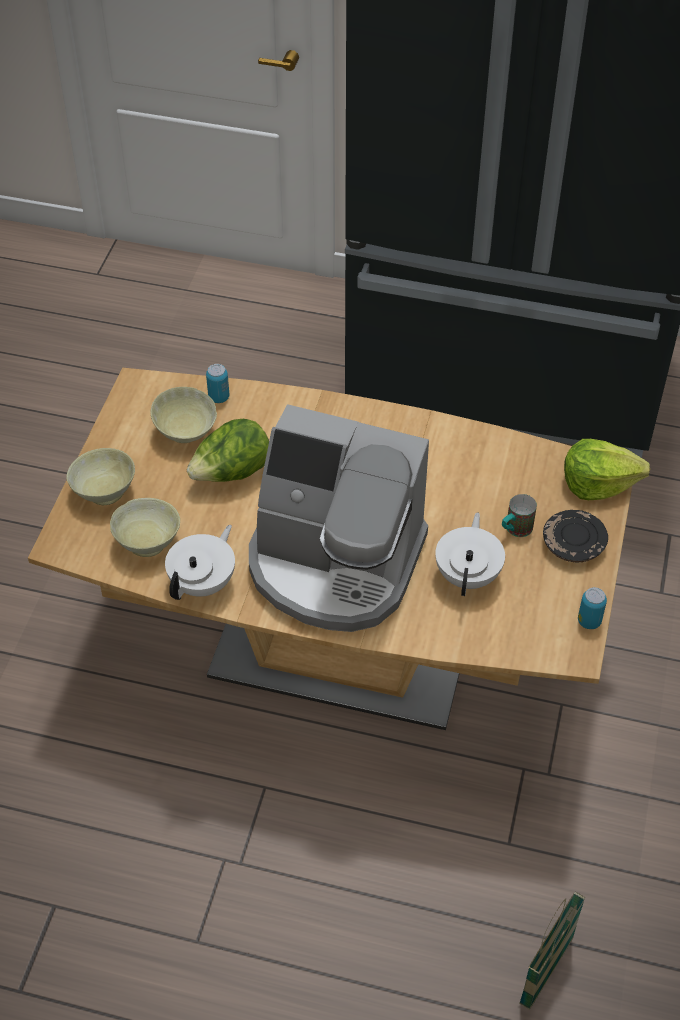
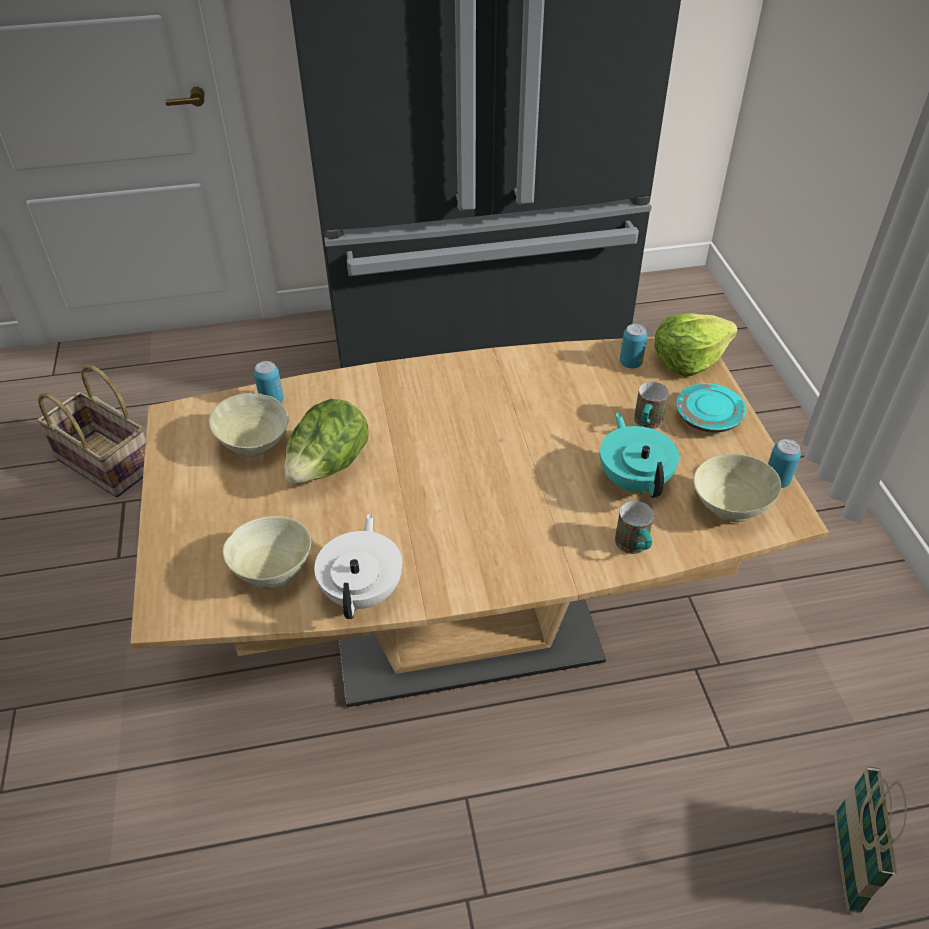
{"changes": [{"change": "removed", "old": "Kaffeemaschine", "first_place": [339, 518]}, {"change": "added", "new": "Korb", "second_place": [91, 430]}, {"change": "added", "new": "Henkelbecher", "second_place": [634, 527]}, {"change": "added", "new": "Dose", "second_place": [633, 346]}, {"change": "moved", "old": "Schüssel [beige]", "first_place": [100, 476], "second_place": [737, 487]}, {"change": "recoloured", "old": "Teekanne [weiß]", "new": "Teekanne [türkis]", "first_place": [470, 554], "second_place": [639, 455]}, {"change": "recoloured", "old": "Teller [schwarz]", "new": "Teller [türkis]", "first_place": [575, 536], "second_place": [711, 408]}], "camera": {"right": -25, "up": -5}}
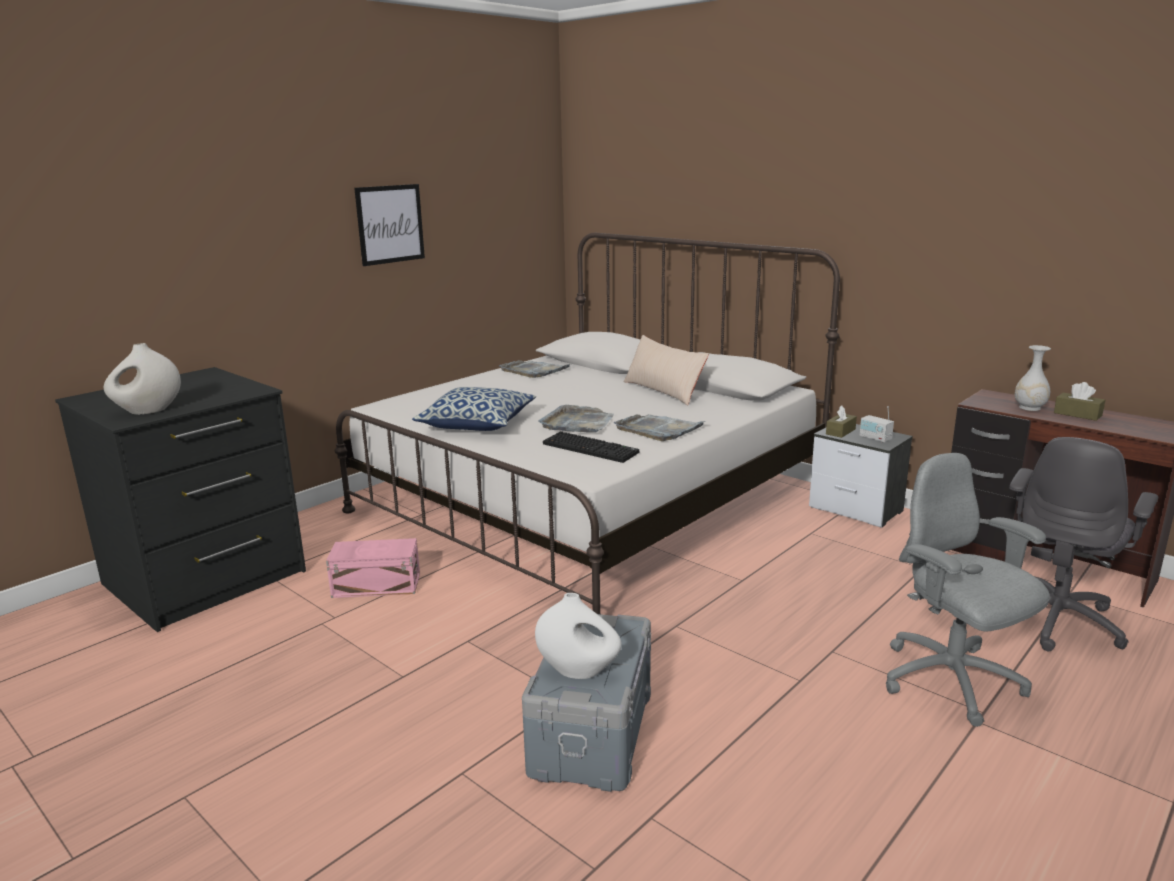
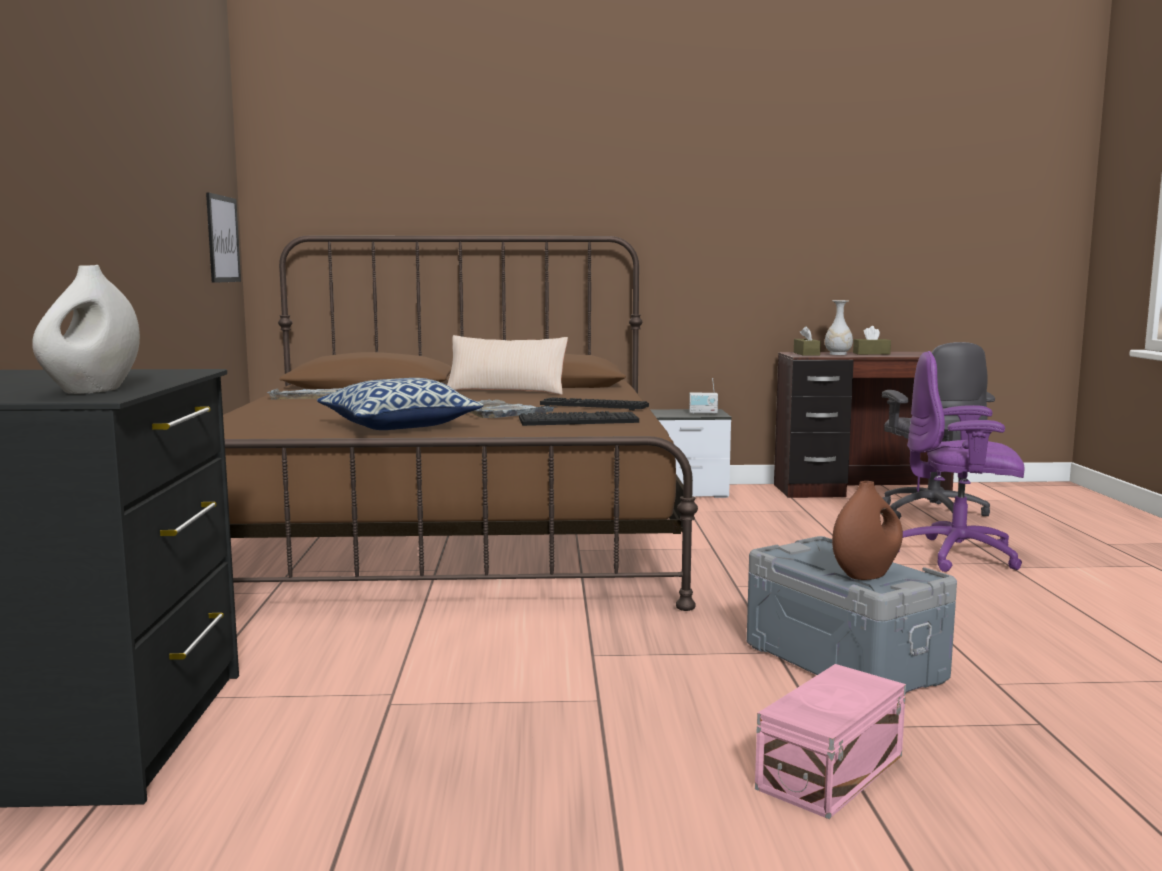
{"changes": [{"change": "moved", "old": "Aufbewahrungsbox [rosa]", "first_place": [373, 568], "second_place": [830, 741]}, {"change": "moved", "old": "Bild", "first_place": [389, 225], "second_place": [223, 237]}, {"change": "moved", "old": "Taschentuchbox [braun]", "first_place": [841, 421], "second_place": [807, 341]}, {"change": "replaced", "old": "Tablett [grau]", "new": "Tastatur", "first_place": [660, 427], "second_place": [594, 403]}, {"change": "recoloured", "old": "Bett [weiß]", "new": "Bett [braun]", "first_place": [587, 423], "second_place": [460, 423]}, {"change": "recoloured", "old": "Vase [weiß]", "new": "Vase [braun]", "first_place": [578, 636], "second_place": [867, 530]}, {"change": "recoloured", "old": "Bürostuhl [grau]", "new": "Bürostuhl [lila]", "first_place": [968, 590], "second_place": [961, 461]}], "camera": {"right": -45, "up": -10}}
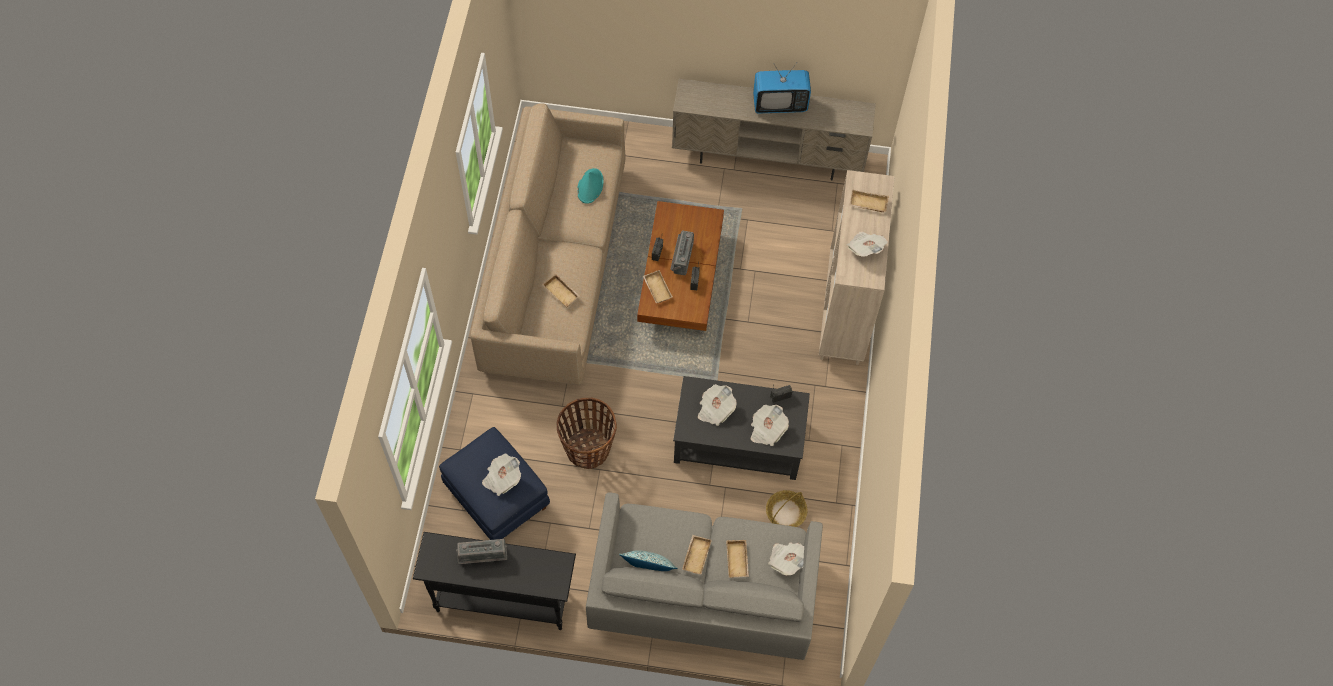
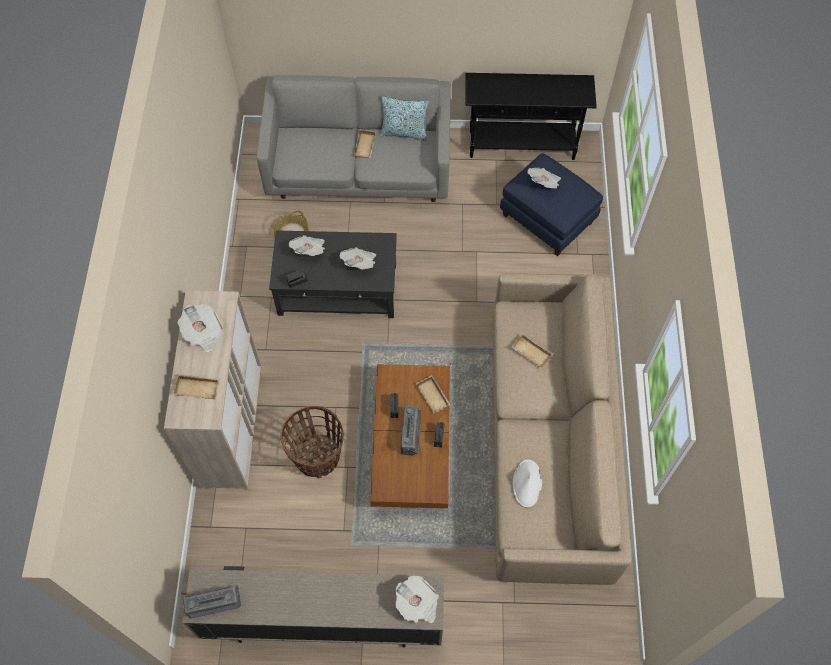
{"changes": [{"change": "removed", "old": "Tablett [beige]", "first_place": [737, 559]}, {"change": "removed", "old": "Fernseher", "first_place": [782, 88]}, {"change": "moved", "old": "Radio", "first_place": [481, 551], "second_place": [212, 601]}, {"change": "moved", "old": "Korb", "first_place": [587, 433], "second_place": [312, 442]}, {"change": "moved", "old": "Zeitung", "first_place": [786, 558], "second_place": [417, 599]}, {"change": "recoloured", "old": "Hut [türkis]", "new": "Hut [weiß]", "first_place": [590, 186], "second_place": [527, 484]}], "camera": {"right": 175, "up": 0}}
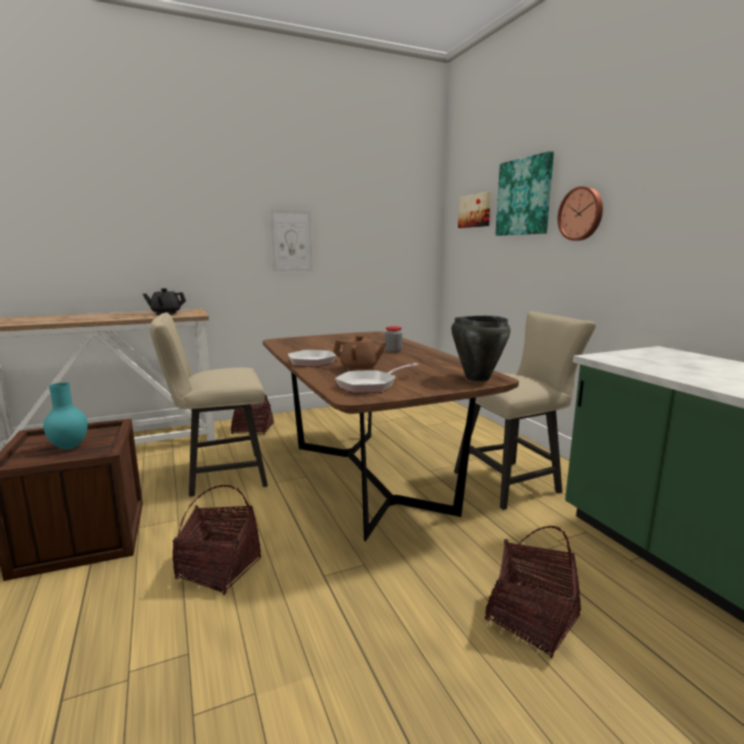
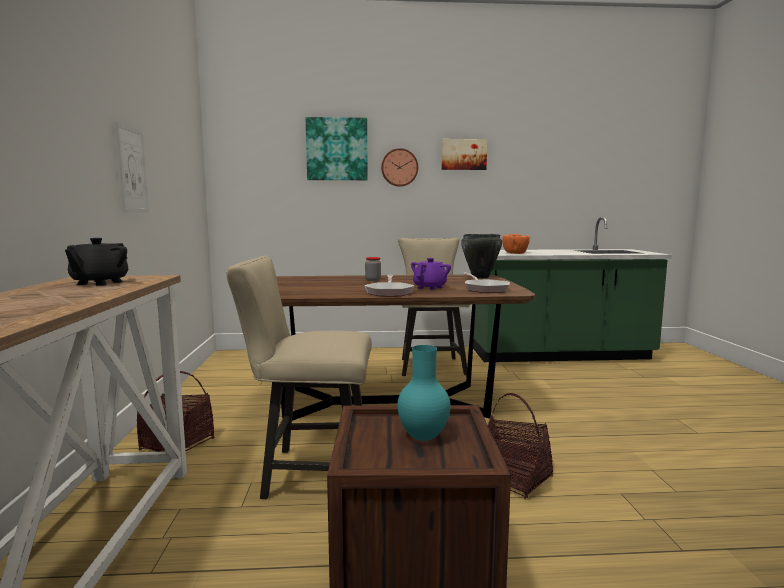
{"changes": [{"change": "removed", "old": "Korb", "first_place": [533, 592]}, {"change": "added", "new": "Schüssel [orange]", "second_place": [516, 244]}, {"change": "moved", "old": "Bild", "first_place": [474, 210], "second_place": [464, 154]}, {"change": "recoloured", "old": "Teekanne [braun]", "new": "Teekanne [lila]", "first_place": [360, 353], "second_place": [431, 274]}, {"change": "turned", "old": "Stuhl [beige]", "first_place": [209, 405], "second_place": [299, 377], "degrees": 90}], "camera": {"right": -70, "up": -5}}
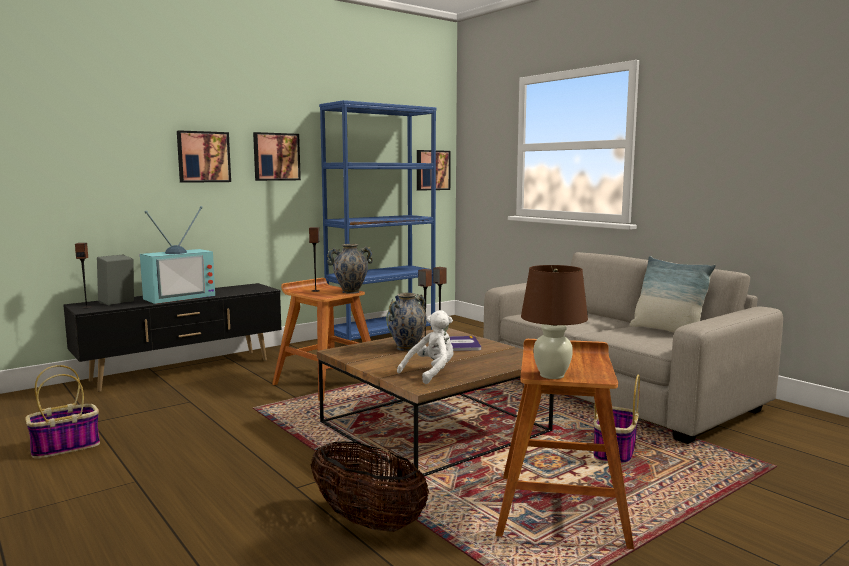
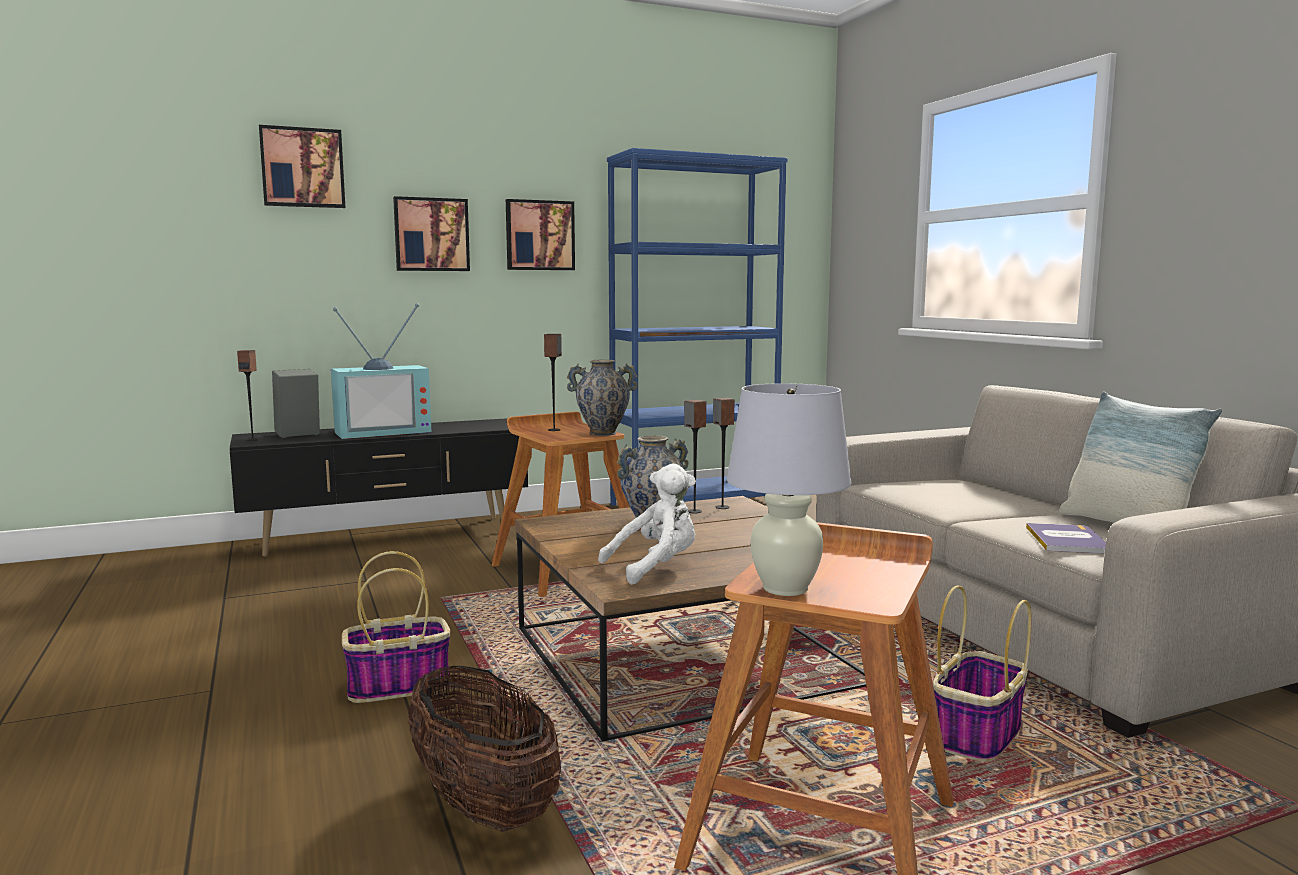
{"changes": [{"change": "moved", "old": "Korb", "first_place": [62, 412], "second_place": [396, 627]}, {"change": "moved", "old": "Bild", "first_place": [434, 170], "second_place": [302, 166]}, {"change": "moved", "old": "Buch", "first_place": [465, 343], "second_place": [1066, 538]}, {"change": "recoloured", "old": "Tischlampe [braun]", "new": "Tischlampe [weiß]", "first_place": [554, 322], "second_place": [789, 489]}], "camera": {"right": 15, "up": 0}}
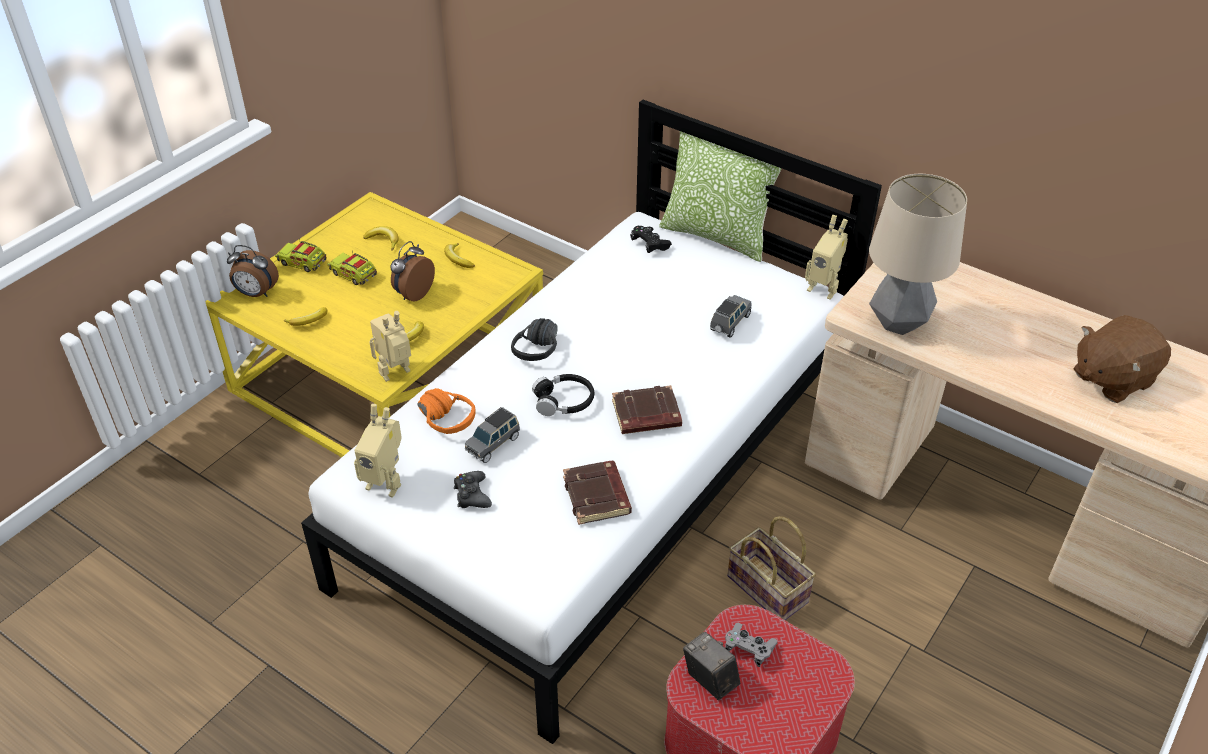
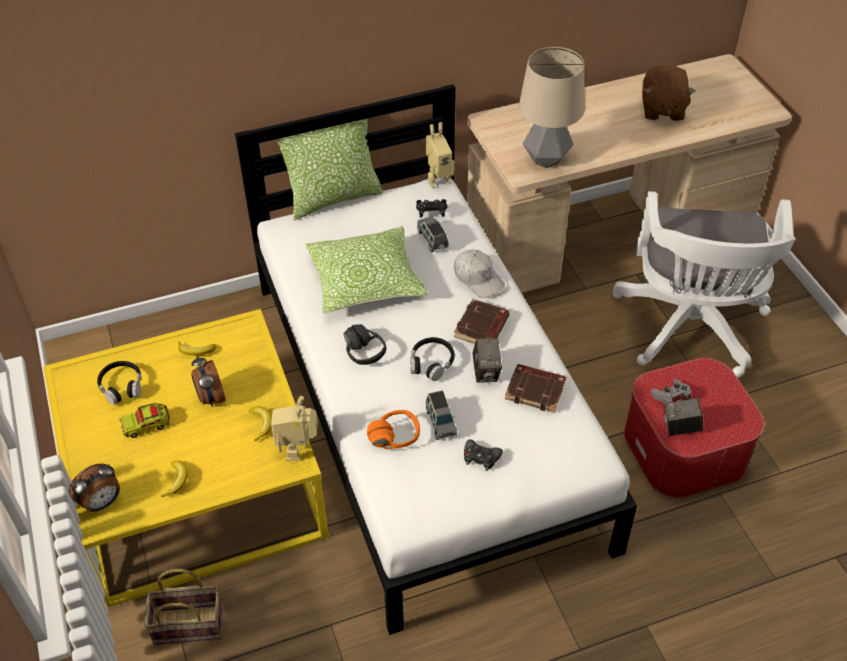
{"changes": [{"change": "removed", "old": "Spielzeuglaster", "first_place": [301, 255]}, {"change": "removed", "old": "Spielzeugroboter", "first_place": [378, 451]}, {"change": "added", "new": "Kissen", "second_place": [366, 270]}, {"change": "added", "new": "Kappe [weiß]", "second_place": [479, 273]}, {"change": "added", "new": "Kamera", "second_place": [487, 360]}, {"change": "added", "new": "Bürostuhl [weiß]", "second_place": [703, 284]}, {"change": "moved", "old": "Gamepad [schwarz]", "first_place": [651, 239], "second_place": [432, 208]}, {"change": "moved", "old": "Korb", "first_place": [771, 568], "second_place": [183, 607]}, {"change": "replaced", "old": "Banane", "new": "Kopfhörer [schwarz]", "first_place": [381, 238], "second_place": [119, 383]}], "camera": {"right": -55, "up": 5}}
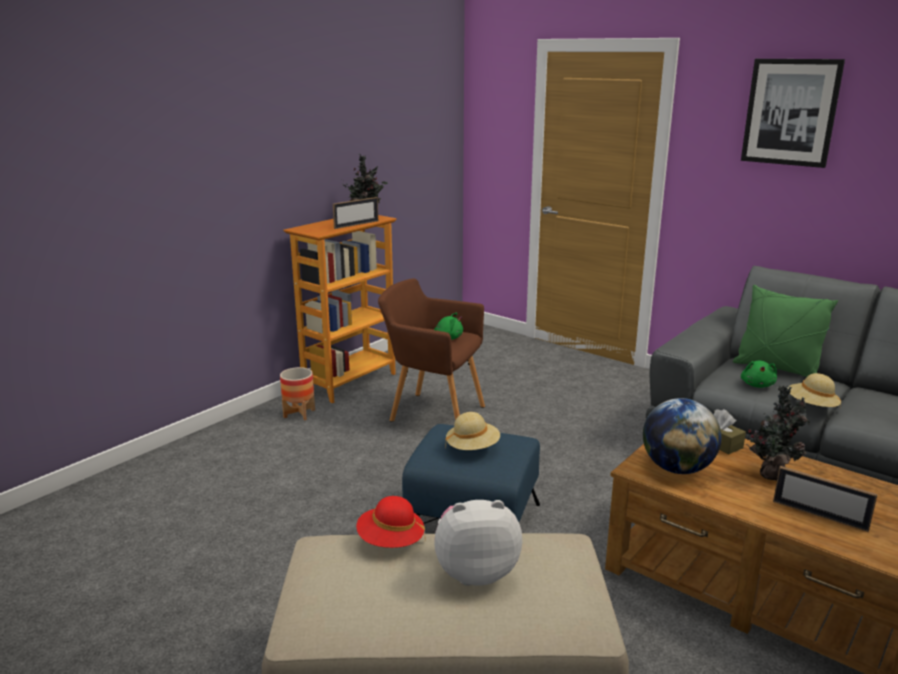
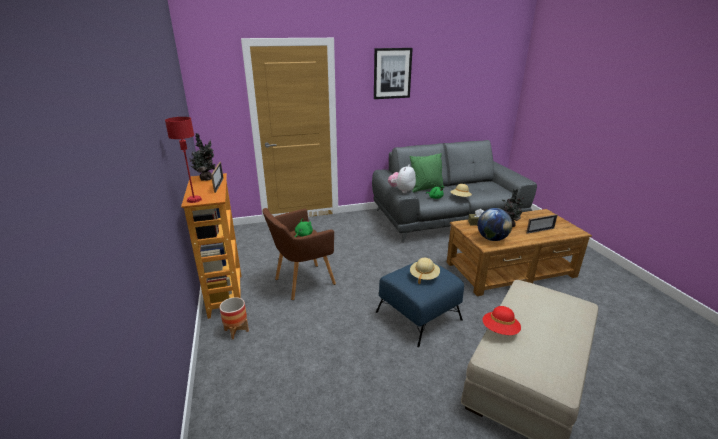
{"changes": [{"change": "added", "new": "Tischlampe [rot]", "second_place": [183, 160]}, {"change": "moved", "old": "Plüschtier", "first_place": [478, 543], "second_place": [402, 178]}], "camera": {"right": -55, "up": 5}}
